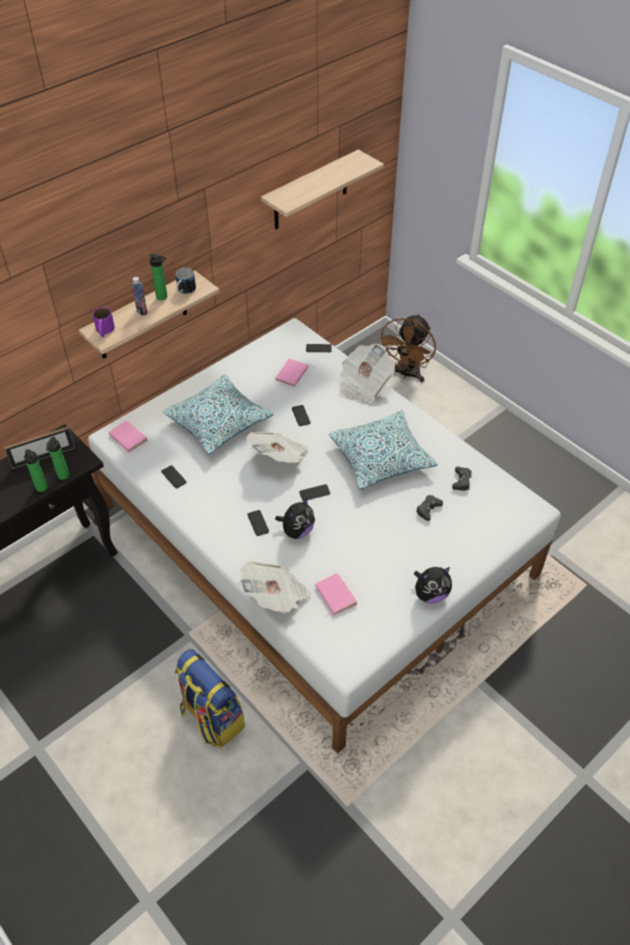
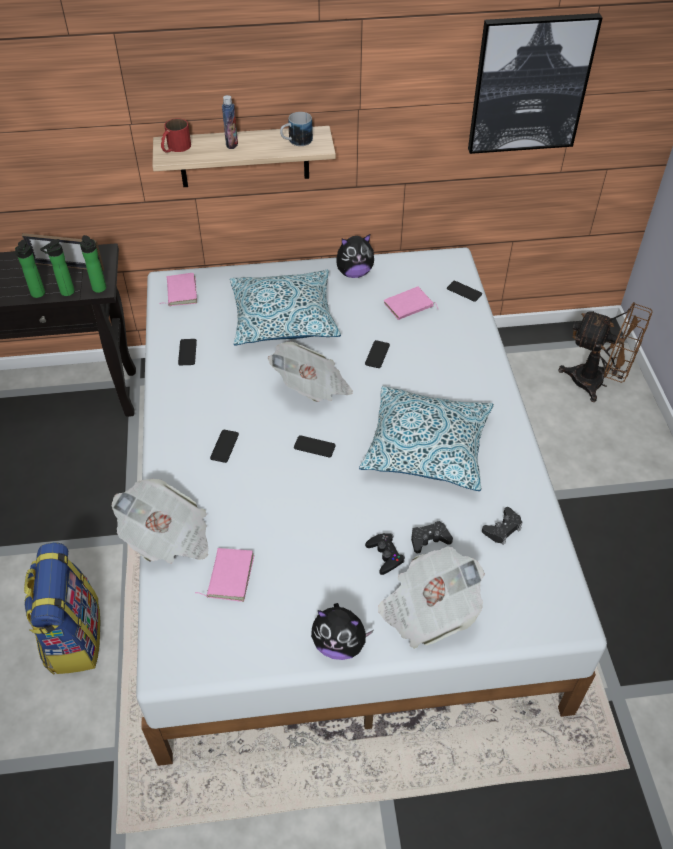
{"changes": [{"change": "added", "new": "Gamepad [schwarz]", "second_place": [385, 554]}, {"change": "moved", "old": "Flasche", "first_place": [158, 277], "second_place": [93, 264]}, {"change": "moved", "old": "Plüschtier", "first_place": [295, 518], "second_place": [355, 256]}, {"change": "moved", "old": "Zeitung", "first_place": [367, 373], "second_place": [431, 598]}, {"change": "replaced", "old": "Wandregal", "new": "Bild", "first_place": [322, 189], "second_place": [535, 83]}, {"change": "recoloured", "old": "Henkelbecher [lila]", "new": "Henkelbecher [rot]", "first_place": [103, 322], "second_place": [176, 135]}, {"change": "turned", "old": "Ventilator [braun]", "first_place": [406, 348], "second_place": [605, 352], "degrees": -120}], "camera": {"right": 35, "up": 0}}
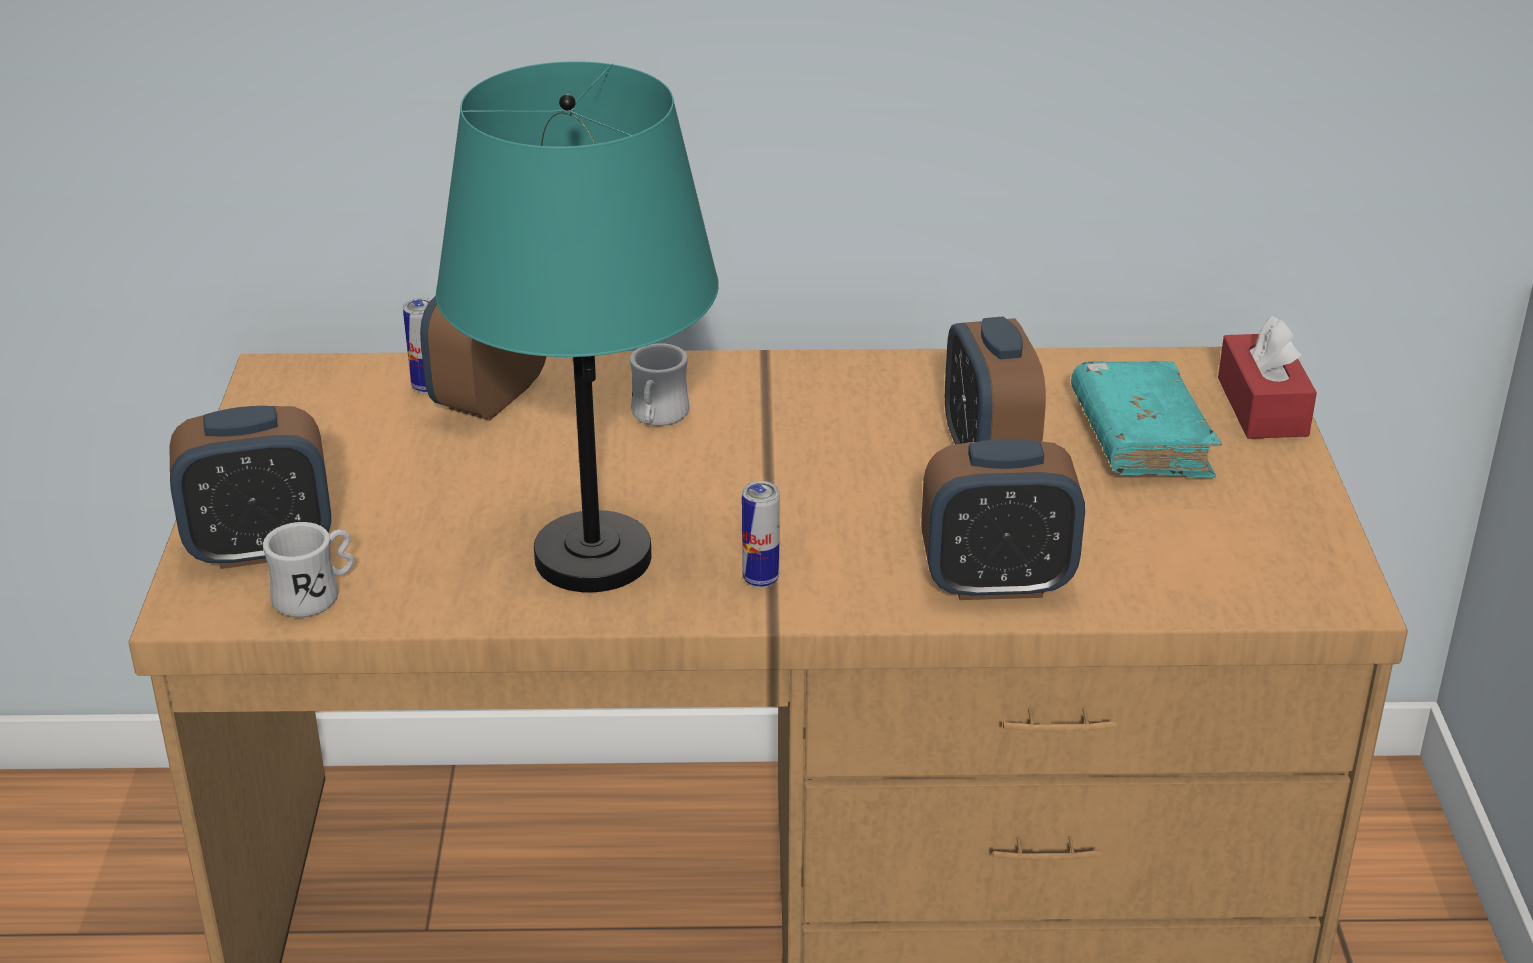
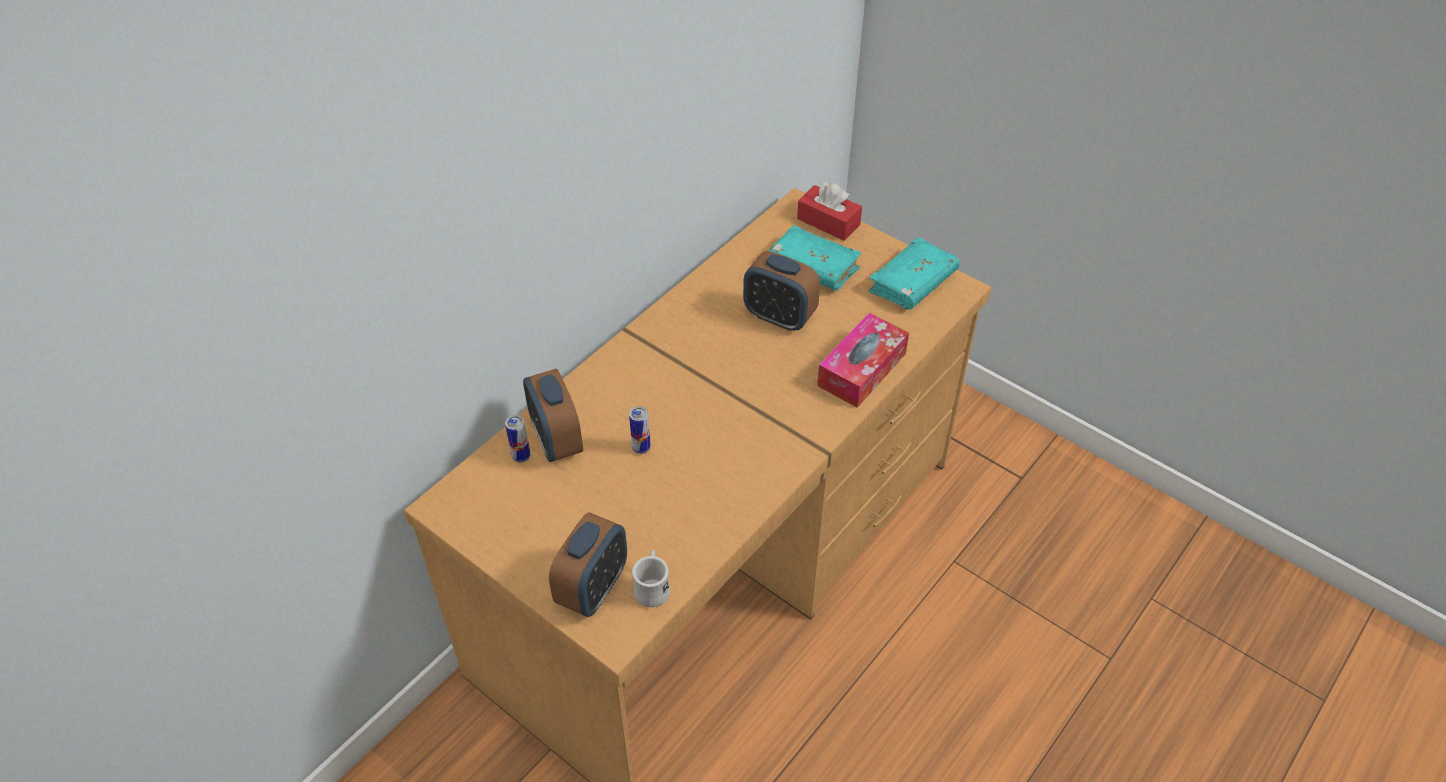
{"changes": [{"change": "removed", "old": "Tischlampe [türkis]", "first_place": [577, 326]}, {"change": "removed", "old": "Henkelbecher [weiß]", "first_place": [660, 384]}, {"change": "added", "new": "Buch [türkis]", "second_place": [914, 273]}, {"change": "moved", "old": "Dose", "first_place": [761, 534], "second_place": [640, 430]}, {"change": "replaced", "old": "Wecker", "new": "Taschentuchbox", "first_place": [1003, 519], "second_place": [863, 360]}], "camera": {"right": -50, "up": 15}}
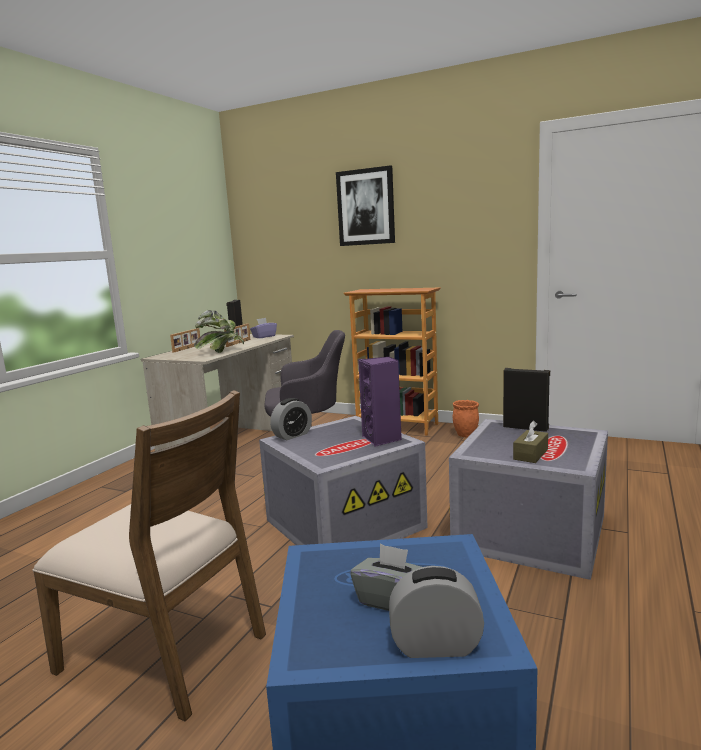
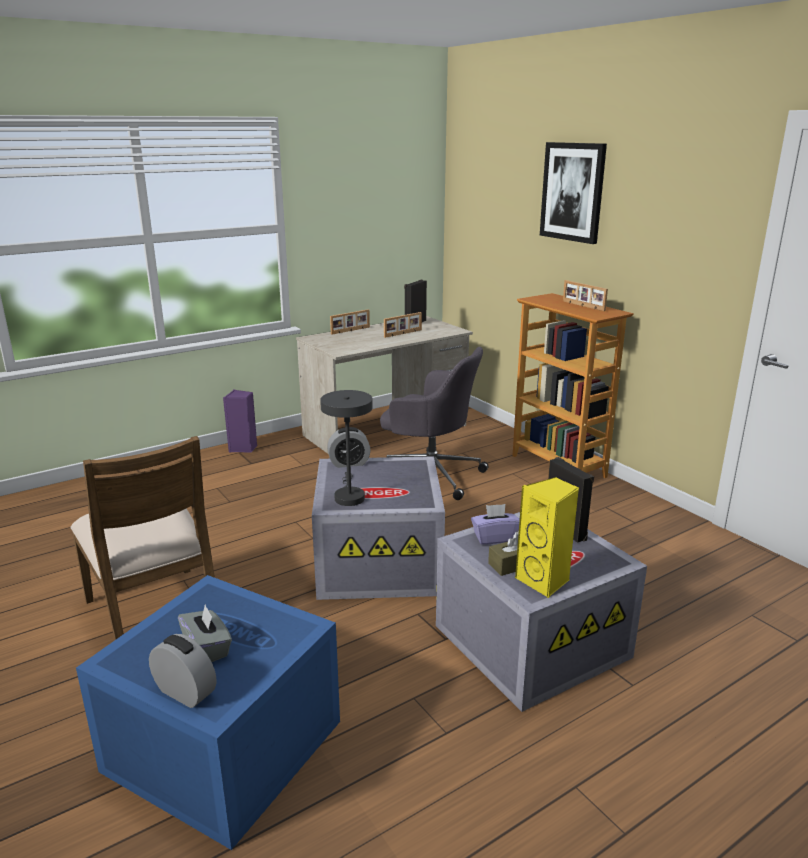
{"changes": [{"change": "removed", "old": "Topfpflanze", "first_place": [219, 331]}, {"change": "removed", "old": "Pflanzkübel [orange]", "first_place": [466, 419]}, {"change": "added", "new": "Tischlampe [grau]", "second_place": [346, 448]}, {"change": "added", "new": "Lautsprecher [gelb]", "second_place": [547, 537]}, {"change": "added", "new": "Bilderrahmen", "second_place": [585, 295]}, {"change": "moved", "old": "Taschentuchbox [lila]", "first_place": [263, 328], "second_place": [495, 524]}, {"change": "moved", "old": "Lautsprecher [lila]", "first_place": [380, 402], "second_place": [240, 420]}], "camera": {"right": 30, "up": 10}}
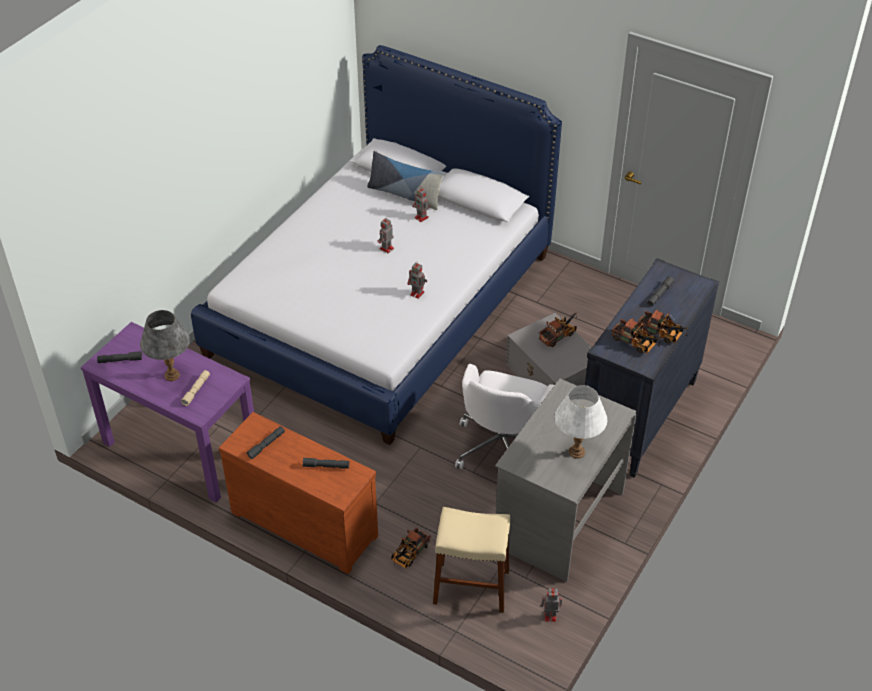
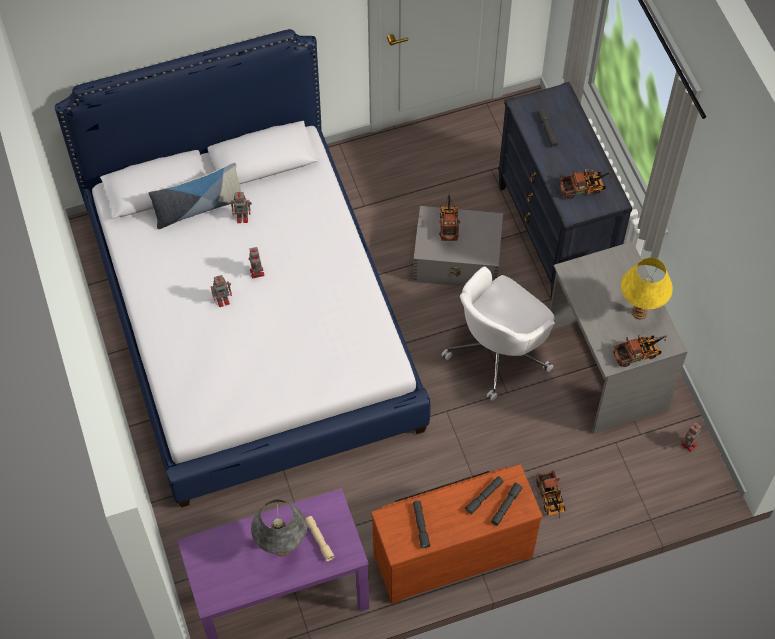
{"changes": [{"change": "removed", "old": "Hocker [beige]", "first_place": [472, 560]}, {"change": "moved", "old": "Taschenlampe [grau]", "first_place": [119, 357], "second_place": [506, 504]}, {"change": "moved", "old": "Spielzeugroboter", "first_place": [417, 280], "second_place": [221, 291]}, {"change": "moved", "old": "Spielzeuglaster", "first_place": [663, 326], "second_place": [639, 351]}, {"change": "recoloured", "old": "Tischlampe [weiß]", "new": "Tischlampe [gelb]", "first_place": [581, 422], "second_place": [647, 288]}, {"change": "turned", "old": "Bürostuhl [weiß]", "first_place": [504, 416], "second_place": [498, 333], "degrees": 75}], "camera": {"right": -50, "up": 15}}
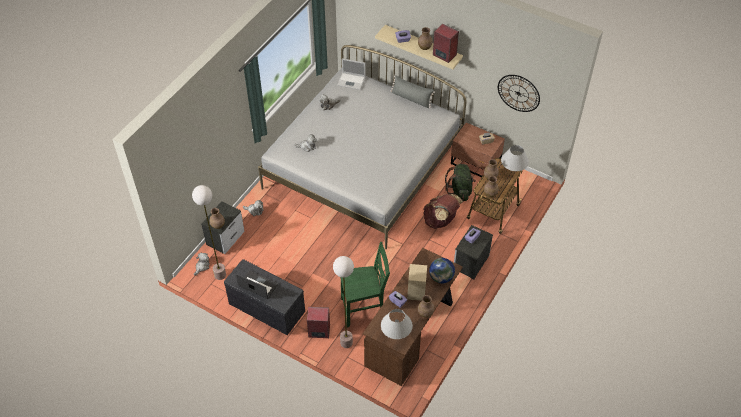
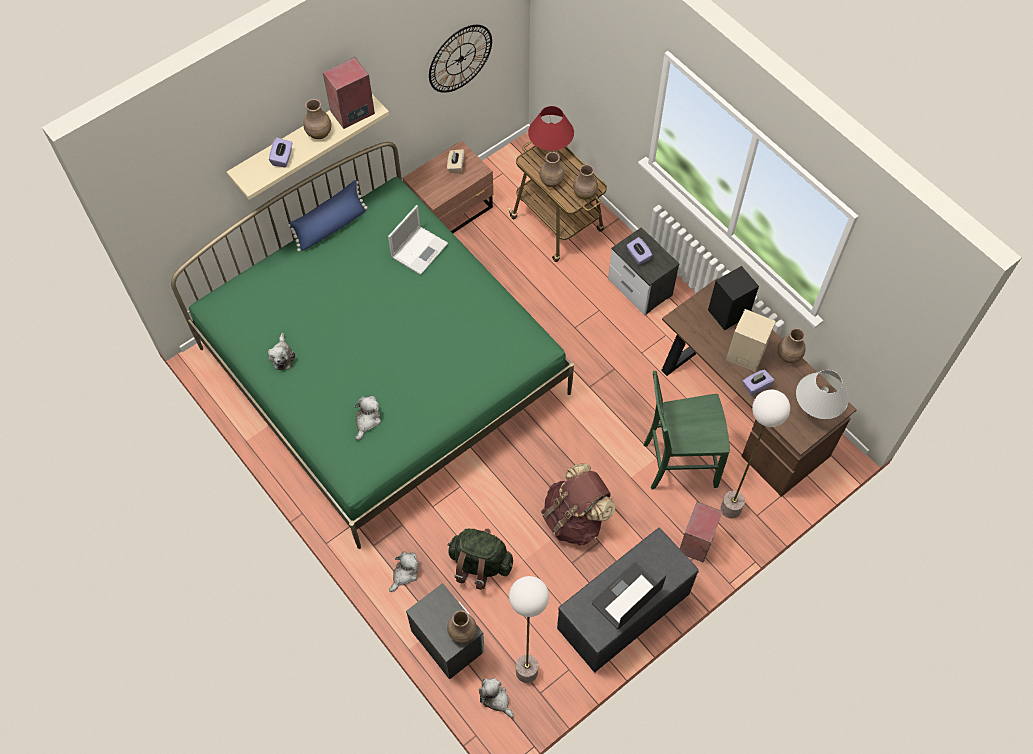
{"changes": [{"change": "moved", "old": "Laptop", "first_place": [351, 74], "second_place": [418, 240]}, {"change": "moved", "old": "Rucksack [braun]", "first_place": [443, 211], "second_place": [578, 504]}, {"change": "moved", "old": "Rucksack [grün]", "first_place": [460, 182], "second_place": [480, 559]}, {"change": "replaced", "old": "Globus", "new": "Lautsprecher [schwarz]", "first_place": [442, 270], "second_place": [733, 298]}, {"change": "recoloured", "old": "Bett [weiß]", "new": "Bett [grün]", "first_place": [362, 147], "second_place": [372, 345]}, {"change": "recoloured", "old": "Kissen [grau]", "new": "Kissen [blau]", "first_place": [413, 91], "second_place": [327, 216]}, {"change": "recoloured", "old": "Tischlampe [weiß]", "new": "Tischlampe [rot]", "first_place": [515, 158], "second_place": [551, 128]}, {"change": "turned", "old": "Stuhl [grün]", "first_place": [365, 284], "second_place": [687, 430], "degrees": -105}], "camera": {"right": -70, "up": 10}}
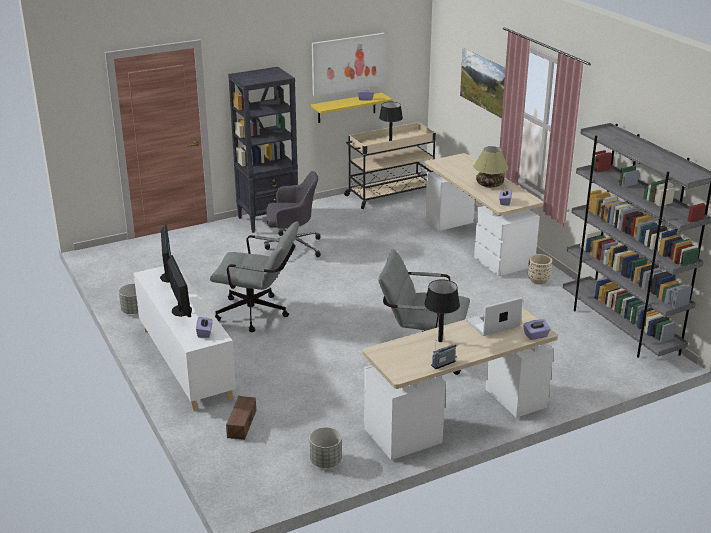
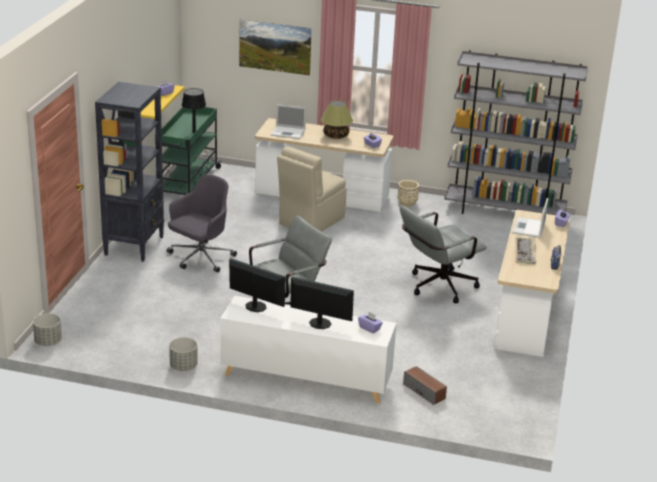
{"changes": [{"change": "removed", "old": "Bild", "first_place": [348, 64]}, {"change": "added", "new": "Laptop", "second_place": [288, 121]}, {"change": "added", "new": "Stuhl [beige]", "second_place": [311, 189]}, {"change": "moved", "old": "Pflanzkübel [grau]", "first_place": [325, 447], "second_place": [47, 329]}, {"change": "replaced", "old": "Tischlampe [schwarz]", "new": "Tastatur", "first_place": [442, 310], "second_place": [525, 250]}, {"change": "recoloured", "old": "Rollwagen [beige]", "new": "Rollwagen [grün]", "first_place": [390, 165], "second_place": [188, 151]}], "camera": {"right": -50, "up": 0}}
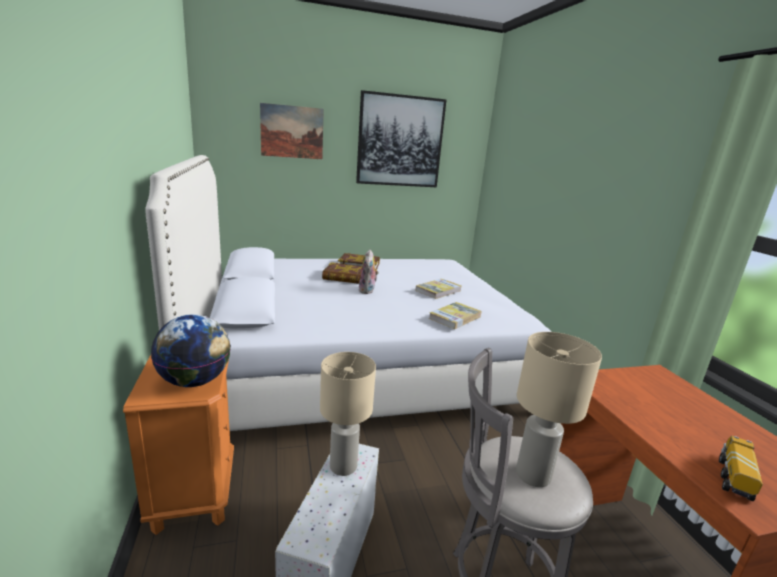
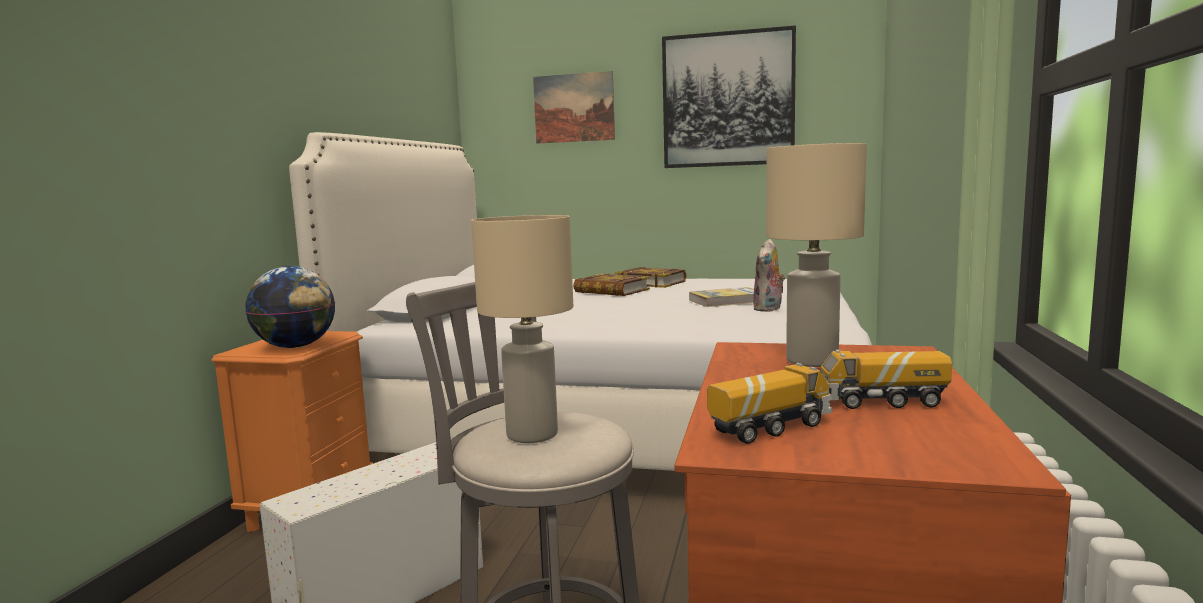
{"changes": [{"change": "removed", "old": "Buch", "first_place": [455, 315]}, {"change": "added", "new": "Spielzeuglaster", "second_place": [886, 379]}, {"change": "moved", "old": "Tischlampe [beige]", "first_place": [348, 414], "second_place": [816, 255]}, {"change": "moved", "old": "Plüschtier", "first_place": [369, 272], "second_place": [769, 275]}], "camera": {"right": 30, "up": -10}}
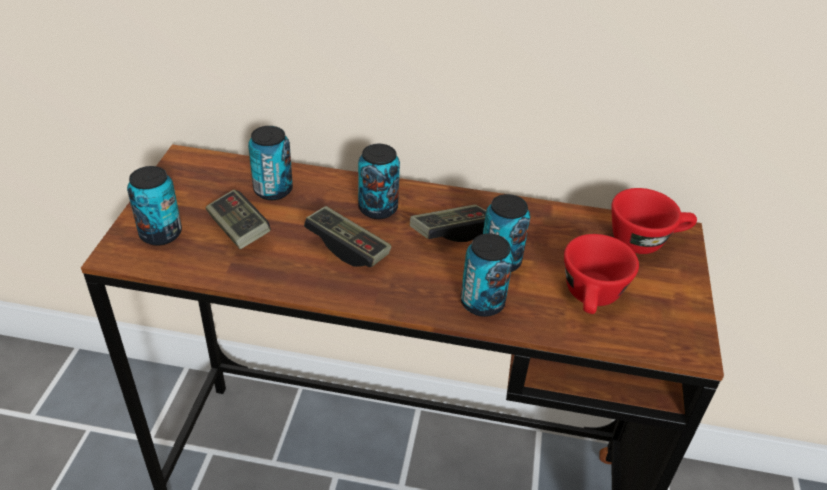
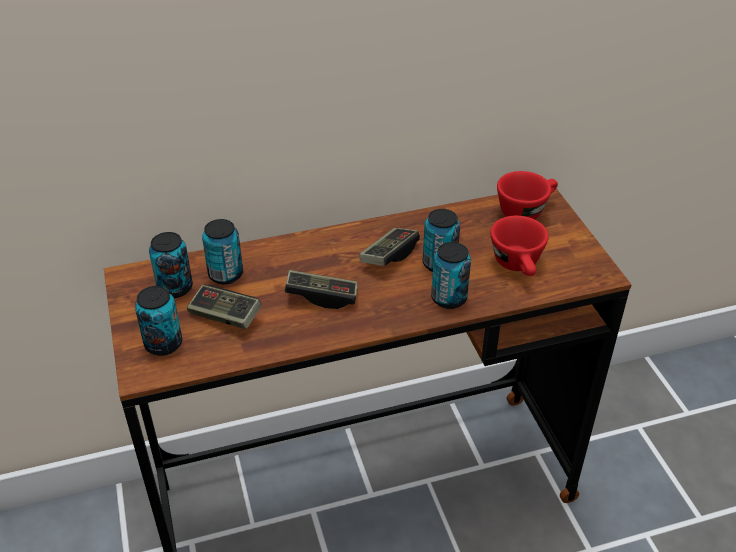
{"changes": [{"change": "moved", "old": "Dose", "first_place": [379, 181], "second_place": [171, 265]}], "camera": {"right": -25, "up": 0}}
